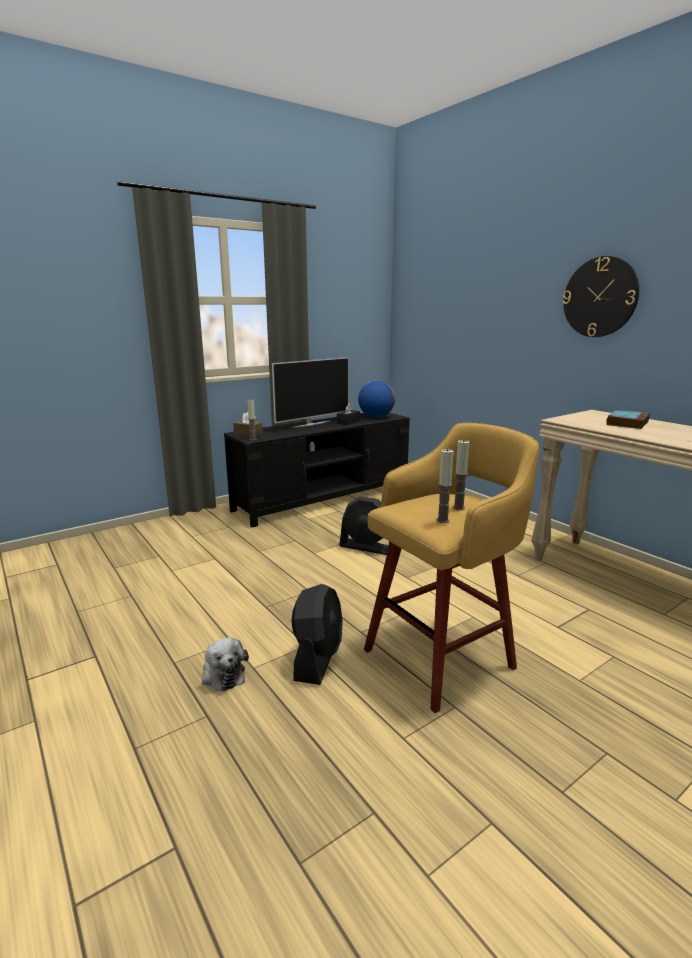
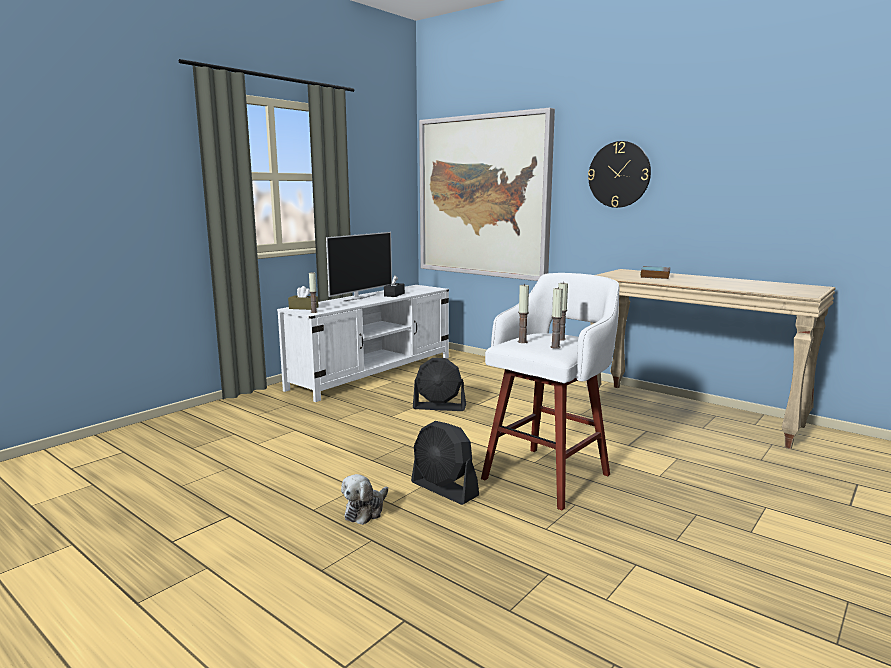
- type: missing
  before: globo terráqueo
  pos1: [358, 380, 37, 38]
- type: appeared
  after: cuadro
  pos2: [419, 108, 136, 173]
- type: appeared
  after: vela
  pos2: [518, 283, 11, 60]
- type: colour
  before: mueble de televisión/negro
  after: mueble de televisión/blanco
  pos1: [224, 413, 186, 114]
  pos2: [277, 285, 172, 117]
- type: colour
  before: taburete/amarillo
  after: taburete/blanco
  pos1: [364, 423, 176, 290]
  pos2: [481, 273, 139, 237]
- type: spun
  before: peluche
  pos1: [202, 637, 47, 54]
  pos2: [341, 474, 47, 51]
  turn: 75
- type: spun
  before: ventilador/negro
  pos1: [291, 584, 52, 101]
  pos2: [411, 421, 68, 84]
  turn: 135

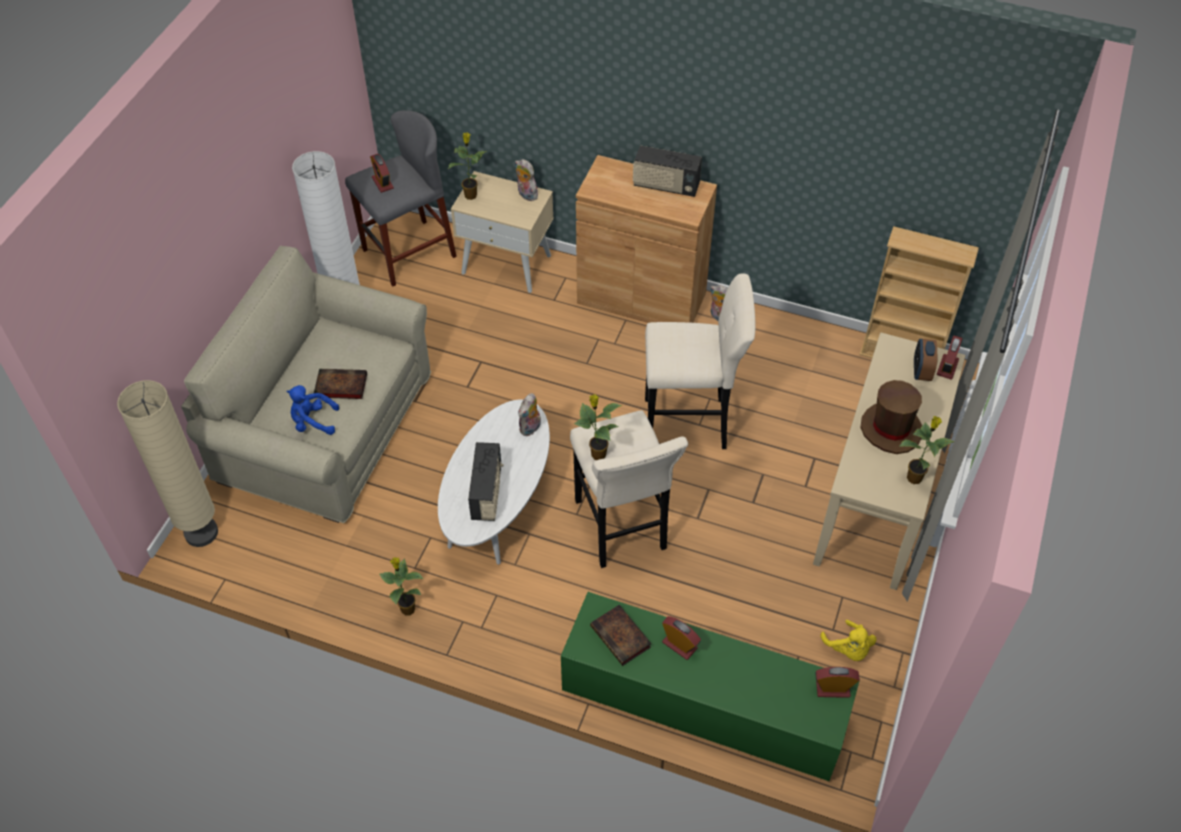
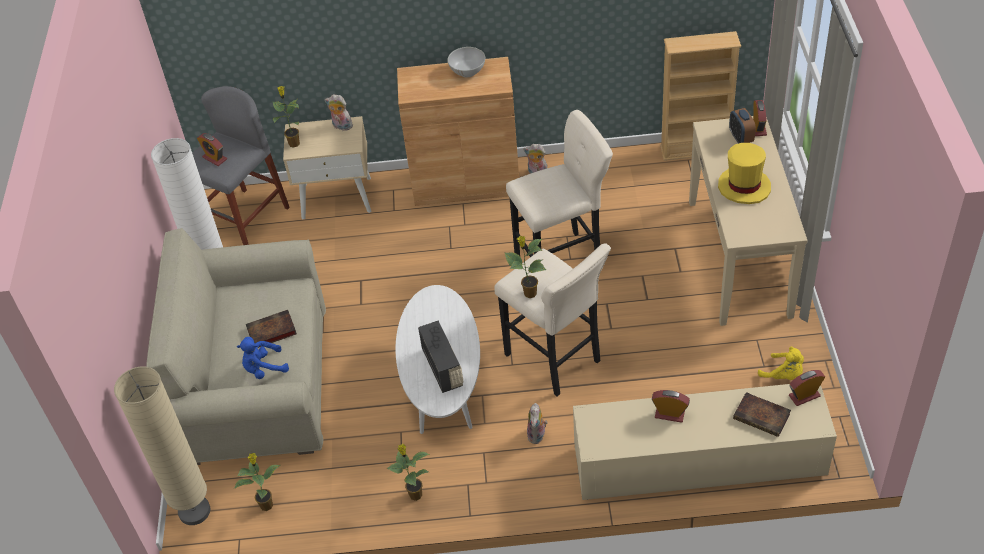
- type: relocated
  before: peluche
  pos1: [518, 393, 23, 43]
  pos2: [527, 403, 21, 41]
- type: relocated
  before: libro
  pos1: [590, 605, 61, 61]
  pos2: [733, 392, 58, 45]
- type: relocated
  before: planta en maceta
  pos1: [900, 416, 54, 68]
  pos2: [234, 453, 46, 58]
- type: exchanged
  before: radio
  after: cuenco/blanco
  pos1: [633, 145, 69, 52]
  pos2: [447, 47, 38, 30]
- type: colour
  before: mueble de televisión/verde
  after: mueble de televisión/beis
  pos1: [561, 592, 299, 189]
  pos2: [573, 384, 264, 116]
- type: colour
  before: sombrero/marrón
  after: sombrero/amarillo
  pos1: [860, 380, 62, 74]
  pos2: [718, 143, 53, 61]

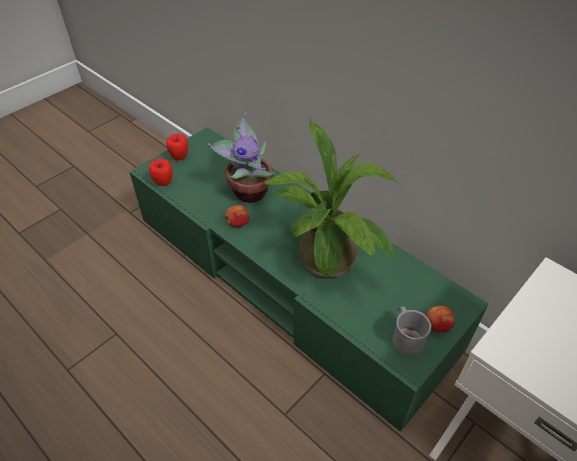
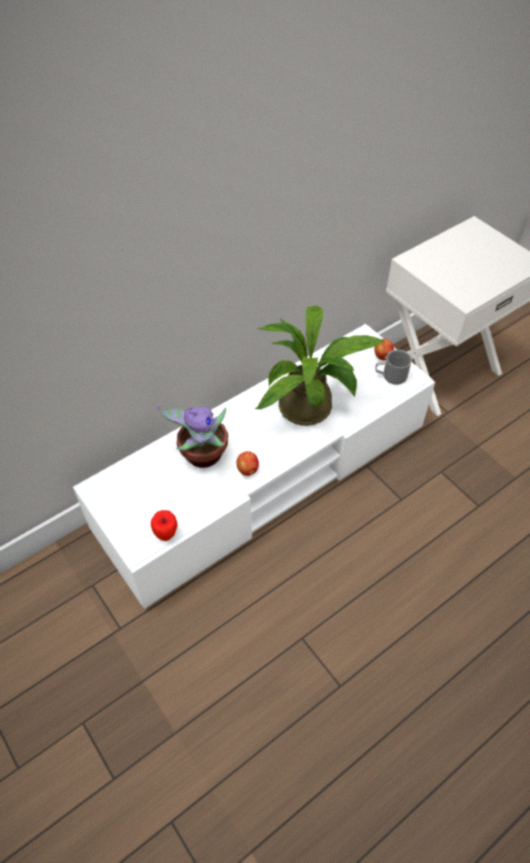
- type: missing
  before: manzana
  pos1: [166, 134, 22, 26]
- type: colour
  before: mueble de televisión/verde
  after: mueble de televisión/blanco
  pos1: [129, 127, 360, 304]
  pos2: [73, 324, 362, 285]

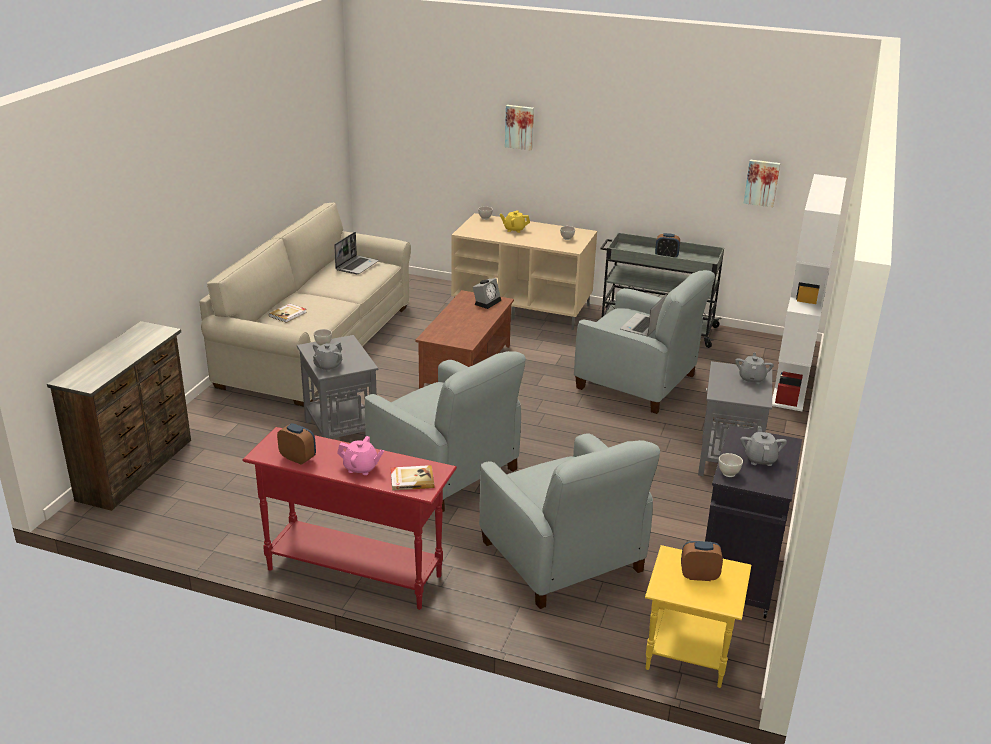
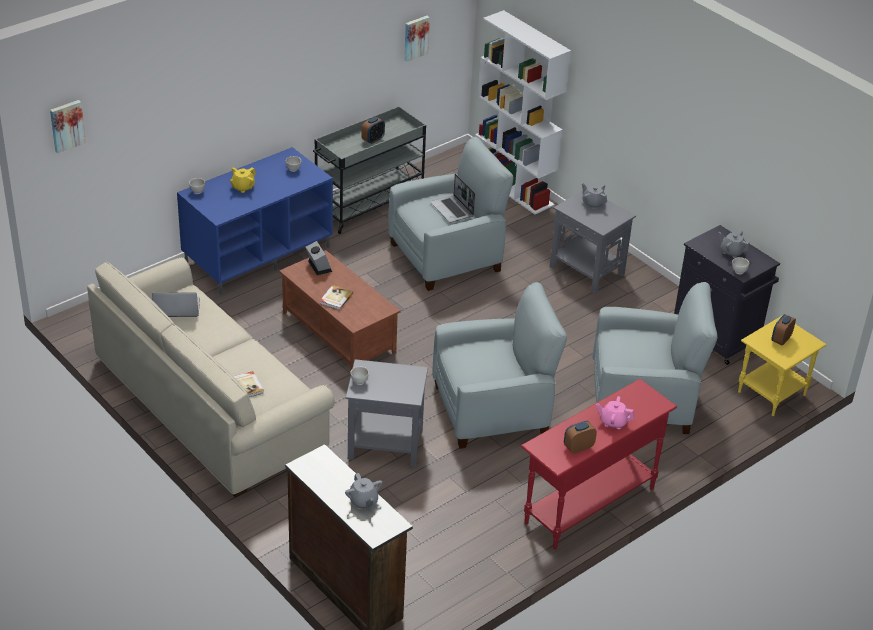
- type: relocated
  before: tetera/gris
  pos1: [313, 341, 29, 31]
  pos2: [345, 473, 37, 36]
- type: relocated
  before: libro
  pos1: [391, 465, 43, 26]
  pos2: [320, 285, 33, 25]
- type: relocated
  before: cuadro
  pos1: [505, 105, 29, 45]
  pos2: [50, 100, 36, 53]
- type: colour
  before: mueble de televisión/beis
  after: mueble de televisión/azul
  pos1: [451, 213, 146, 117]
  pos2: [177, 147, 156, 148]
- type: spun
  before: portátil
  pos1: [334, 232, 45, 42]
  pos2: [152, 293, 48, 24]
  turn: -60
- type: spun
  before: tetera/rosa
  pos1: [337, 436, 47, 39]
  pos2: [596, 396, 38, 33]
  turn: -120

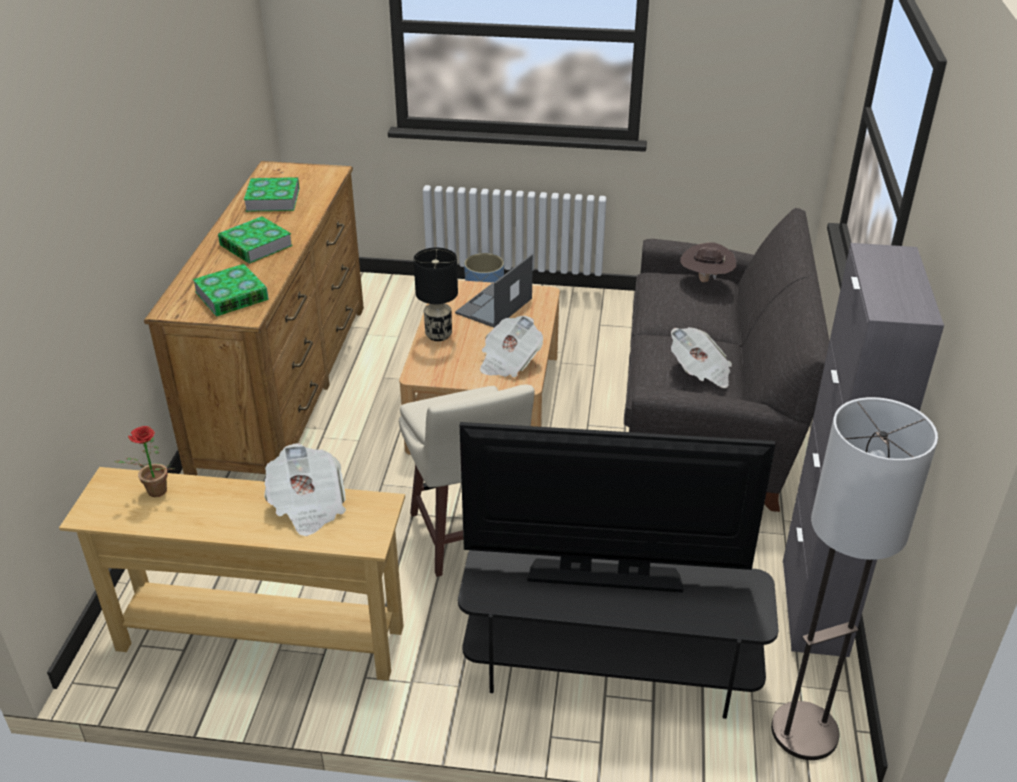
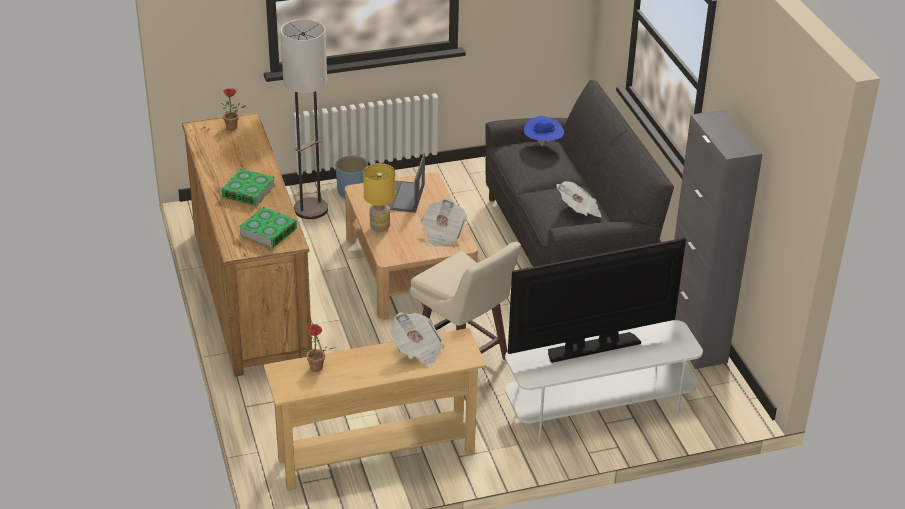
- type: missing
  before: libro
  pos1: [244, 177, 55, 35]
- type: appeared
  after: planta en maceta
  pos2: [221, 88, 25, 42]
- type: relocated
  before: lámpara de pie
  pos1: [771, 397, 167, 363]
  pos2: [280, 19, 48, 200]
- type: colour
  before: lámpara de mesa/negro
  after: lámpara de mesa/amarillo
  pos1: [414, 247, 44, 94]
  pos2: [363, 163, 32, 69]
- type: colour
  before: mueble de televisión/negro
  after: mueble de televisión/blanco
  pos1: [458, 550, 320, 169]
  pos2: [505, 320, 198, 122]
- type: colour
  before: sombrero/marrón
  after: sombrero/azul
  pos1: [680, 243, 56, 39]
  pos2: [524, 116, 40, 30]

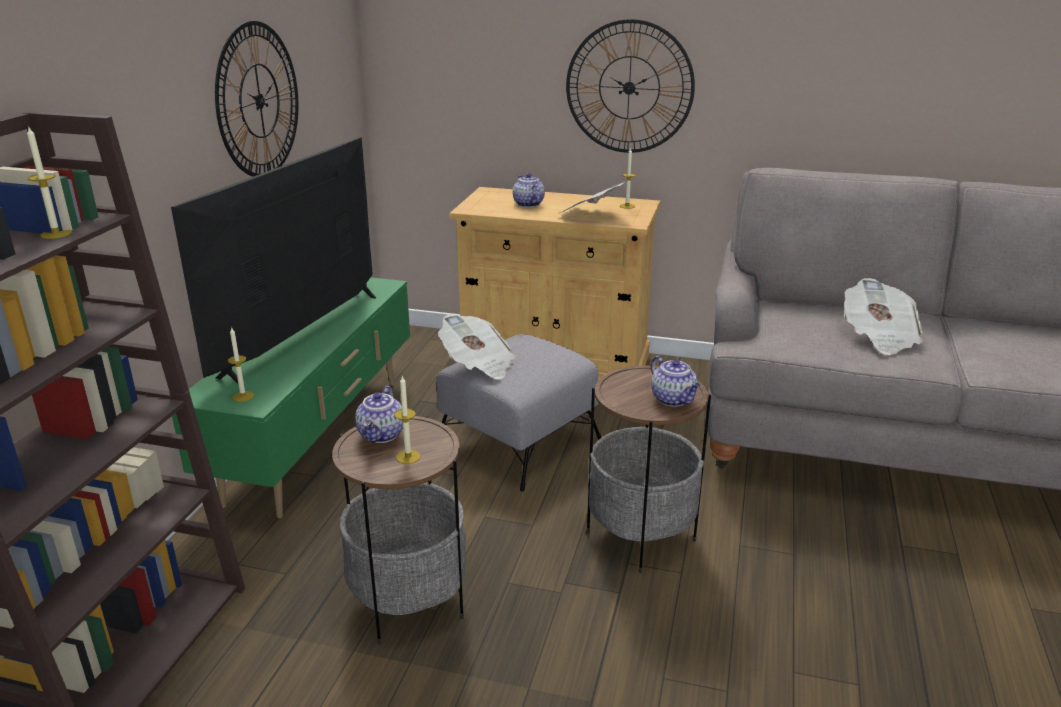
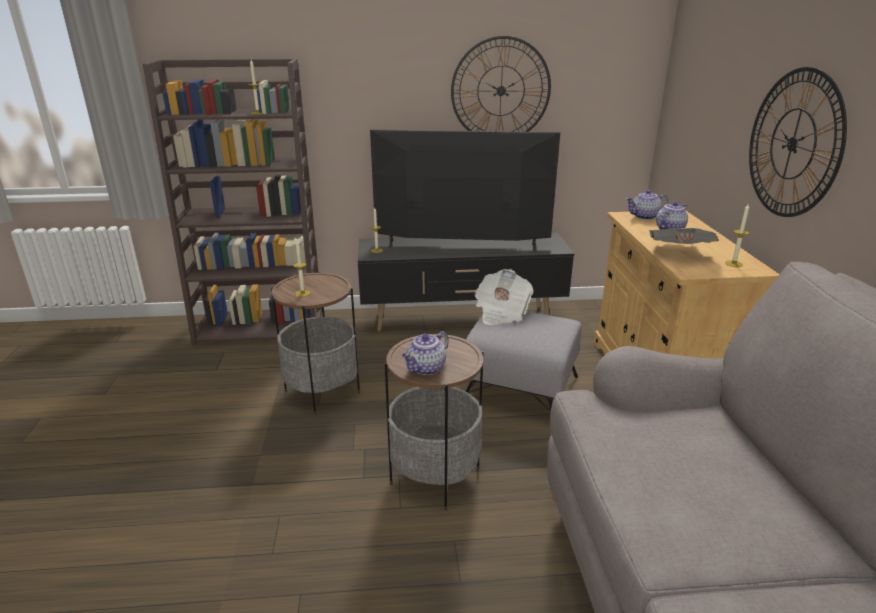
- type: missing
  before: periódico
  pos1: [844, 278, 79, 77]
- type: relocated
  before: tetera
  pos1: [355, 386, 48, 57]
  pos2: [626, 190, 43, 30]
- type: colour
  before: mueble de televisión/verde
  after: mueble de televisión/negro
  pos1: [172, 278, 238, 240]
  pos2: [358, 233, 216, 98]

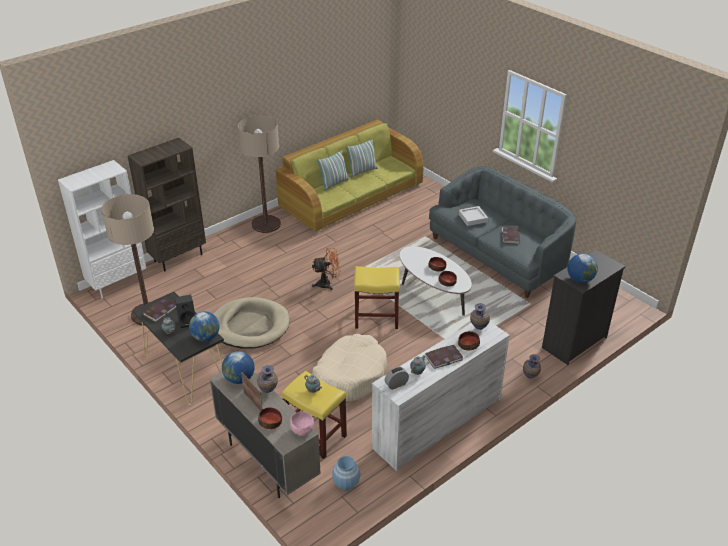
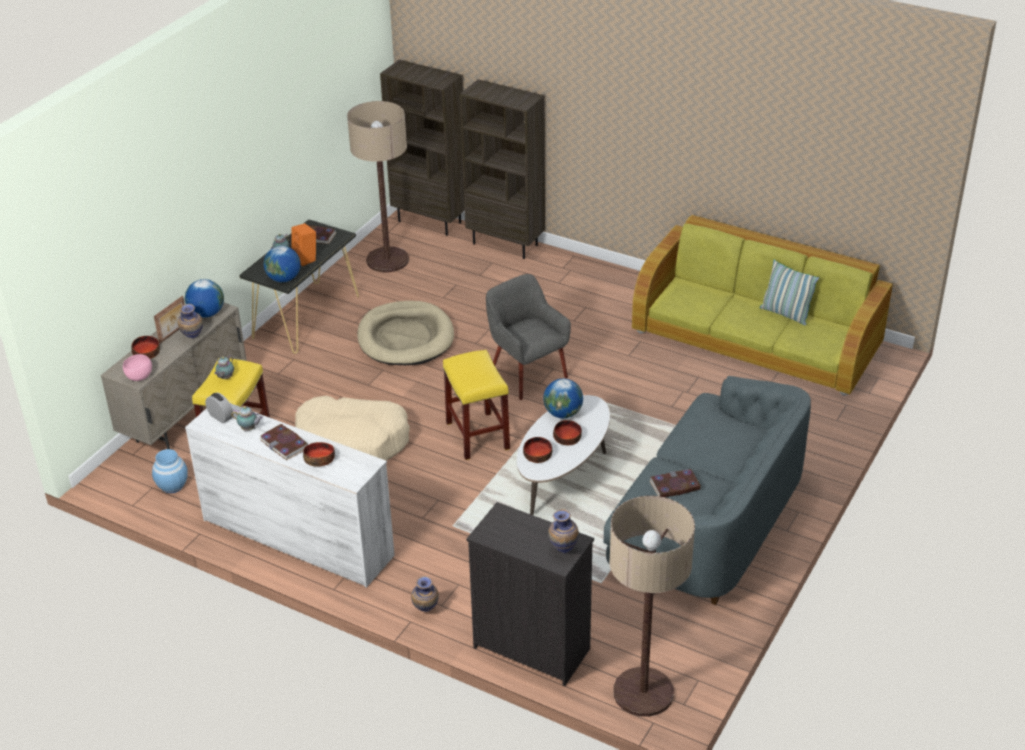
- type: missing
  before: cojín
  pos1: [317, 150, 32, 41]
- type: missing
  before: bandeja/gris
  pos1: [458, 206, 30, 20]
- type: relocated
  before: lámpara de pie
  pos1: [237, 115, 44, 118]
  pos2: [609, 496, 86, 221]
- type: relocated
  before: florero
  pos1: [470, 303, 20, 27]
  pos2: [548, 509, 31, 44]
- type: relocated
  before: globo terráqueo
  pos1: [567, 253, 31, 30]
  pos2: [543, 379, 40, 39]
- type: exchanged
  before: ventilador/naranja
  after: sillón/gris
  pos1: [312, 248, 29, 42]
  pos2: [486, 274, 85, 126]
- type: colour
  before: estantería/blanco
  after: estantería/marrón
  pos1: [58, 160, 88, 139]
  pos2: [380, 60, 85, 176]
- type: colour
  before: altavoz/negro
  after: altavoz/naranja
  pos1: [175, 295, 20, 33]
  pos2: [291, 223, 25, 43]

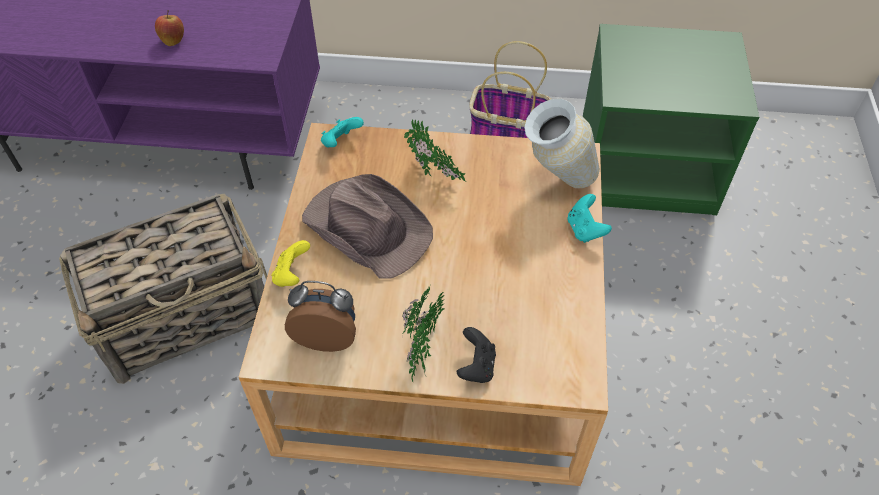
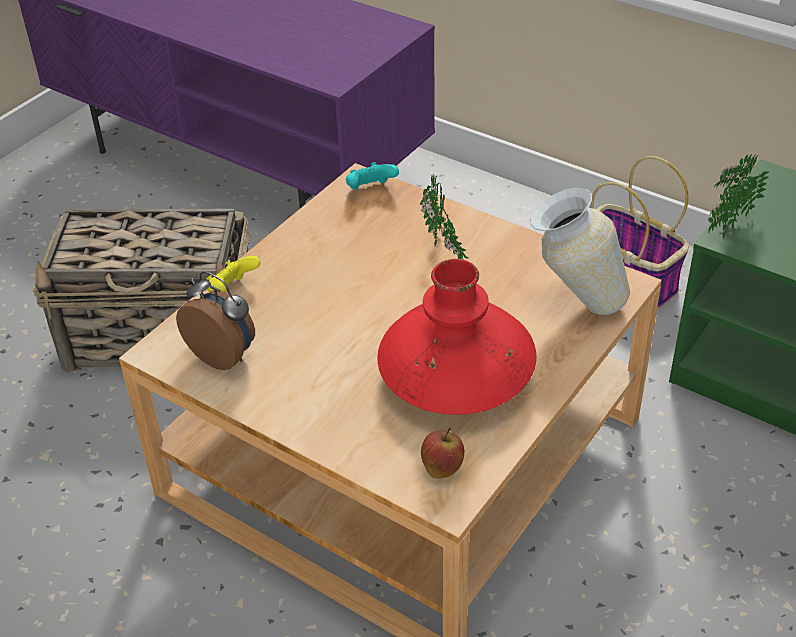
- type: missing
  before: sombrero/marrón
  pos1: [302, 174, 131, 105]
- type: missing
  before: mando de consola/negro
  pos1: [456, 327, 40, 56]
- type: missing
  before: mando de consola/turquesa
  pos1: [568, 194, 44, 49]
- type: appeared
  after: florero/rojo
  pos2: [377, 259, 160, 156]
- type: relocated
  before: manzana
  pos1: [155, 10, 29, 36]
  pos2: [421, 428, 43, 51]
- type: relocated
  before: planta en maceta
  pos1: [402, 286, 43, 96]
  pos2: [708, 154, 61, 86]

